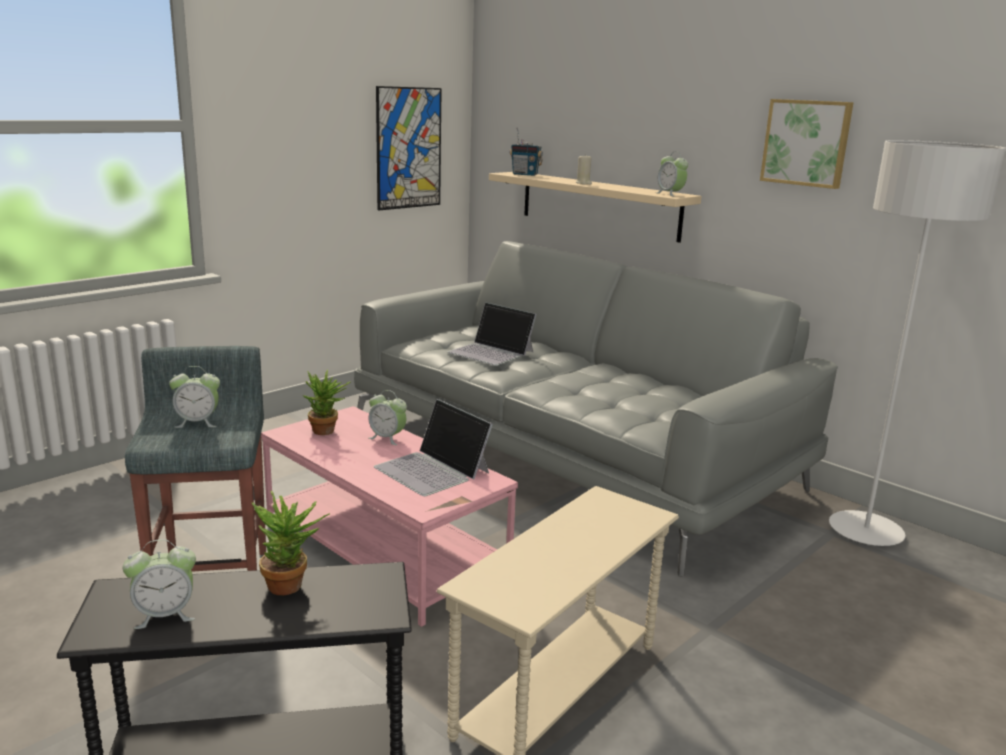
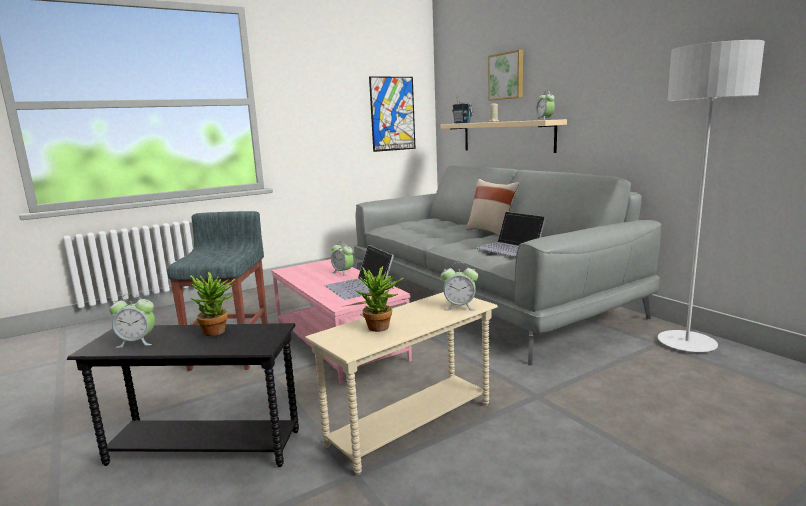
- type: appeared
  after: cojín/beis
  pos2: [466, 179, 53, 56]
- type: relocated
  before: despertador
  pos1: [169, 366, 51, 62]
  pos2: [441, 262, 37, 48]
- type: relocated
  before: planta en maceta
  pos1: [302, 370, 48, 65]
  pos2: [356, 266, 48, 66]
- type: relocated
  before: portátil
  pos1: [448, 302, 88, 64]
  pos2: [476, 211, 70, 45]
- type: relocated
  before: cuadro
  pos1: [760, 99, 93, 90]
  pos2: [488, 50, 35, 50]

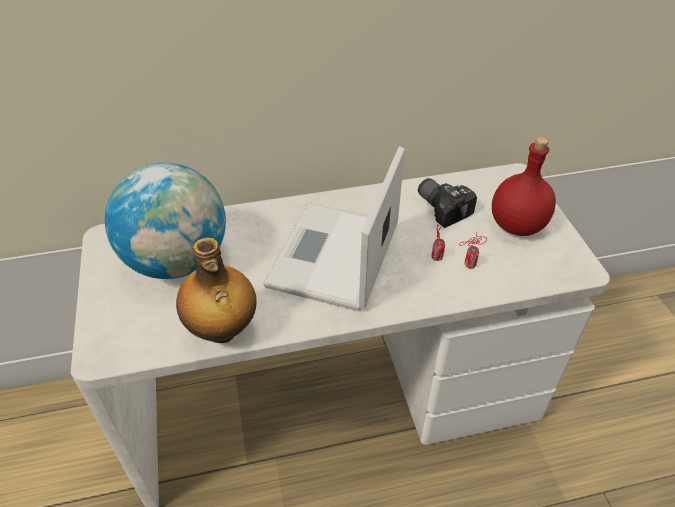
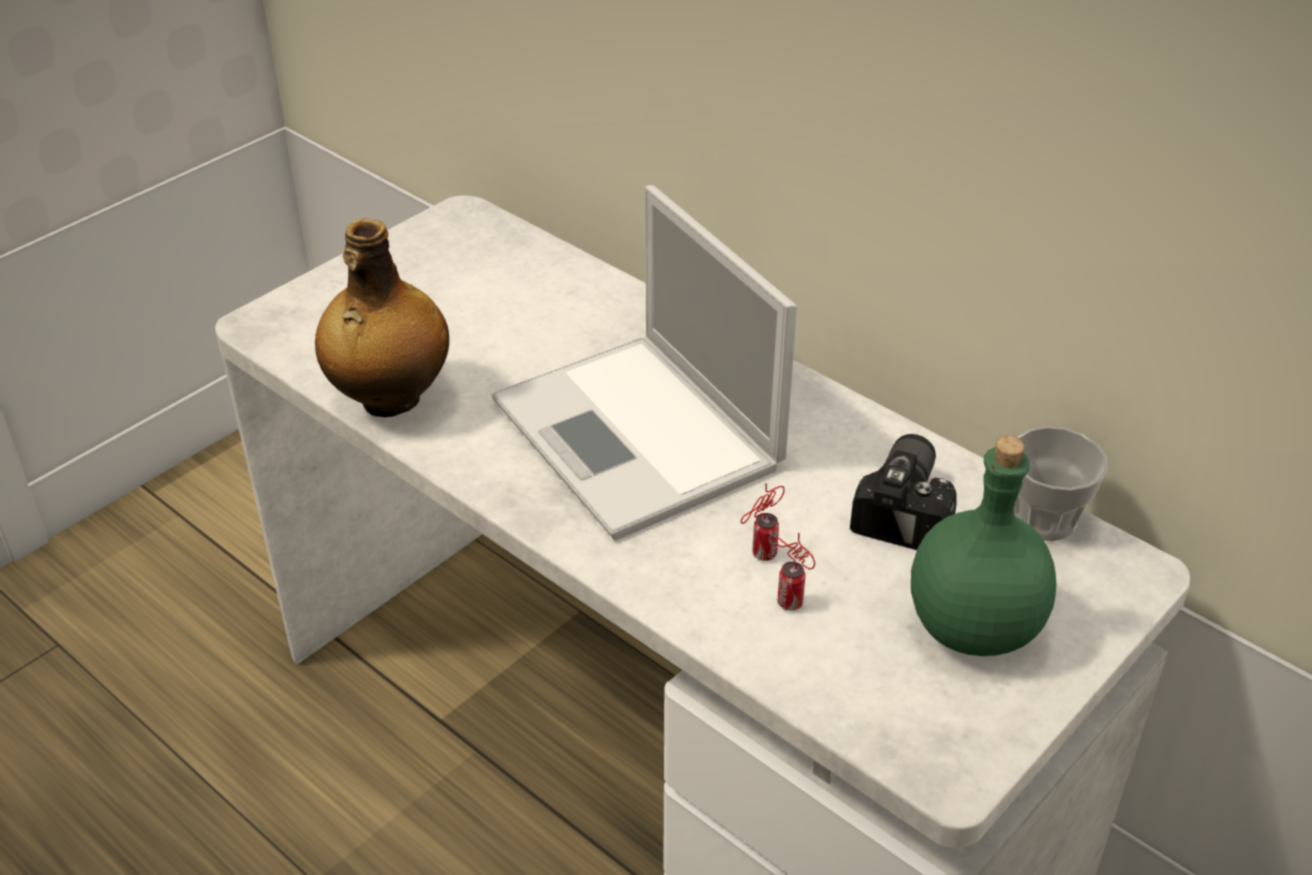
- type: missing
  before: globo terráqueo
  pos1: [105, 162, 121, 117]
- type: appeared
  after: taza
  pos2: [1014, 426, 94, 115]
- type: colour
  before: botella/rojo
  after: botella/verde
  pos1: [492, 137, 64, 99]
  pos2: [911, 436, 145, 220]
- type: spun
  before: portátil
  pos1: [263, 146, 142, 165]
  pos2: [492, 185, 305, 355]
  turn: -105

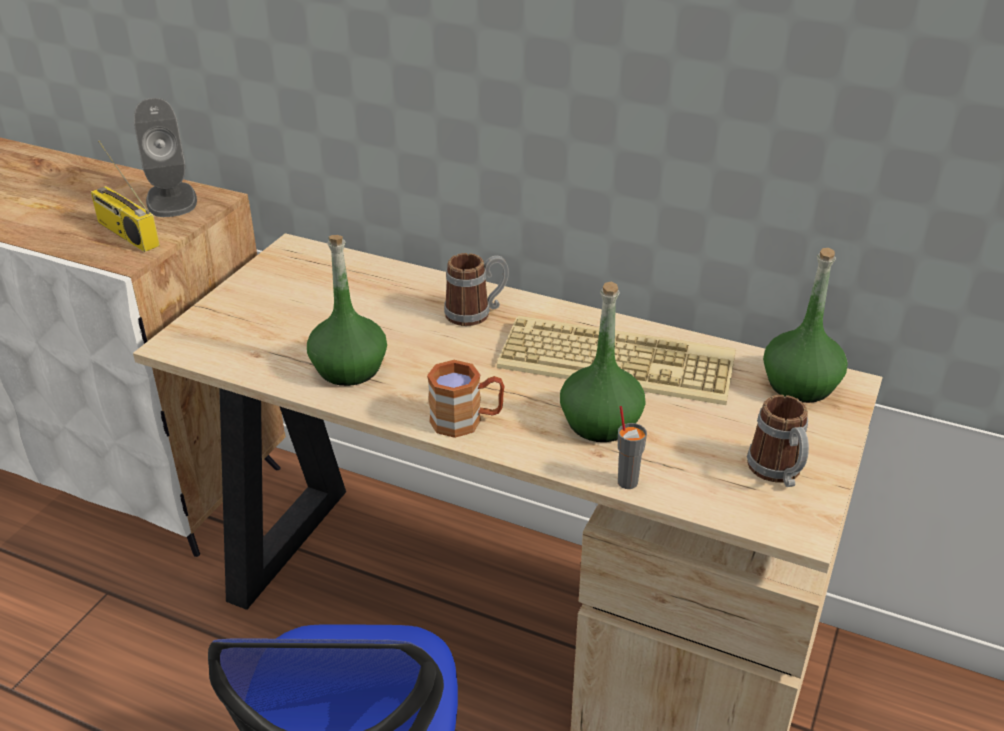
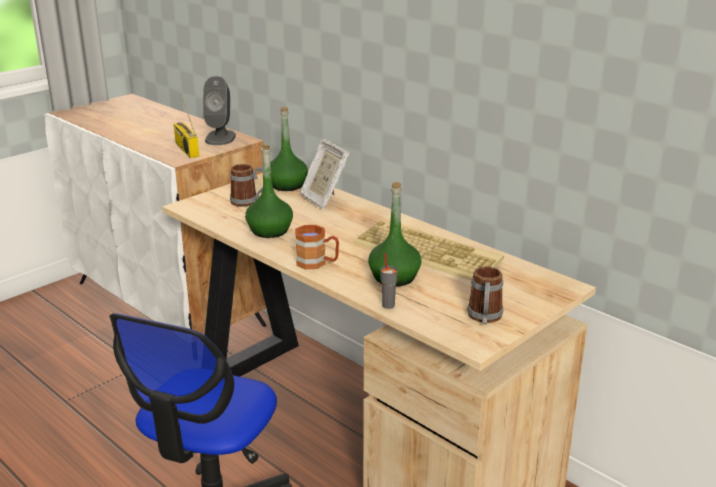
- type: appeared
  after: portarretratos
  pos2: [300, 139, 50, 70]
- type: relocated
  before: taza grande
  pos1: [444, 253, 65, 73]
  pos2: [230, 164, 33, 43]
- type: relocated
  before: botella/verde
  pos1: [763, 248, 85, 155]
  pos2: [270, 107, 38, 84]

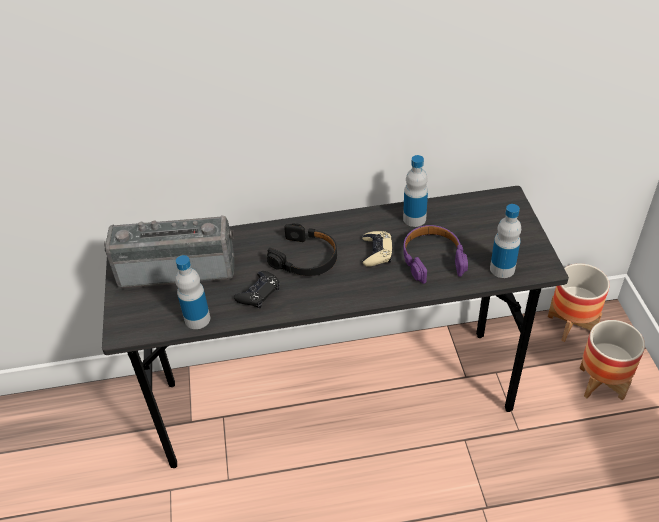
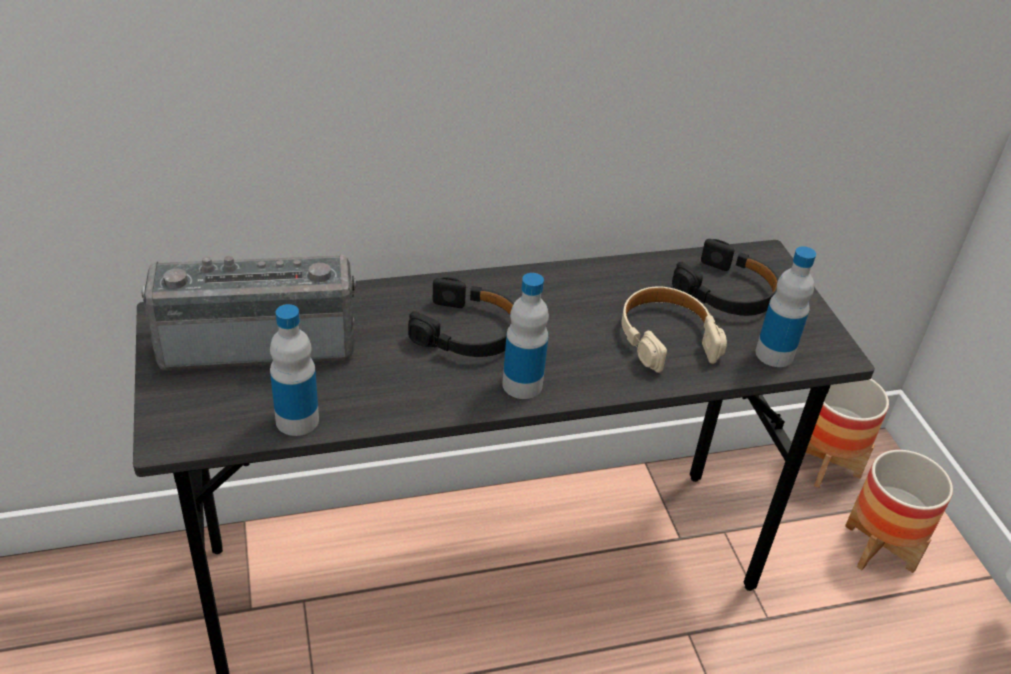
- type: missing
  before: mando de consola/negro
  pos1: [234, 271, 46, 38]
- type: missing
  before: mando de consola/beis
  pos1: [362, 231, 31, 36]
- type: appeared
  after: auriculares/negro
  pos2: [672, 239, 107, 77]
- type: relocated
  before: botella
  pos1: [403, 155, 25, 72]
  pos2: [502, 273, 47, 126]
- type: colour
  before: auriculares/morado
  after: auriculares/beis
  pos1: [403, 225, 65, 59]
  pos2: [621, 287, 106, 86]

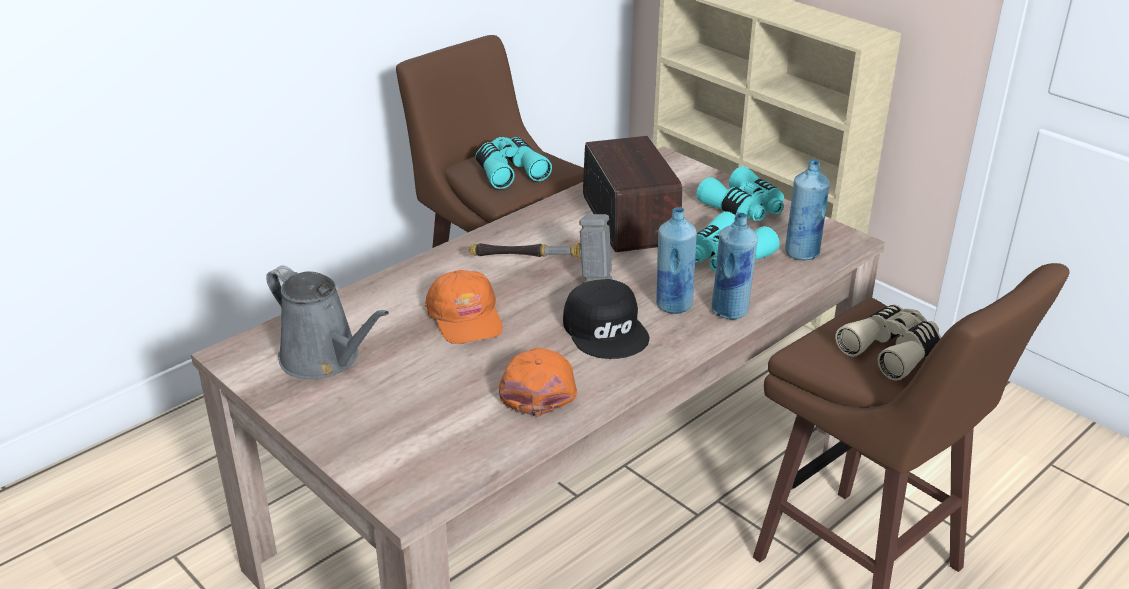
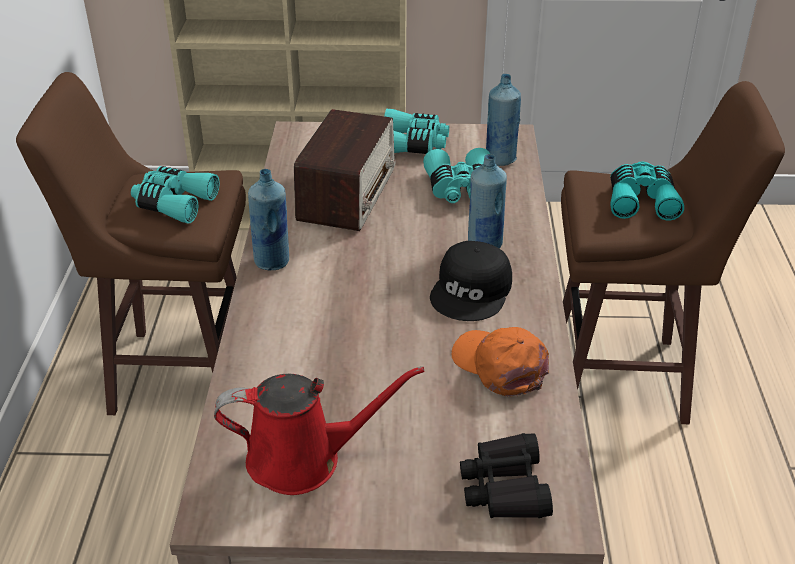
- type: missing
  before: gorra/naranja
  pos1: [425, 270, 78, 74]
- type: missing
  before: martillo
  pos1: [469, 214, 143, 69]
- type: appeared
  after: prismáticos/negro
  pos2: [460, 433, 93, 85]
- type: relocated
  before: botella/azul
  pos1: [711, 212, 47, 108]
  pos2: [248, 169, 41, 102]
- type: colour
  before: regadera/gris
  after: regadera/rojo
  pos1: [266, 266, 123, 113]
  pos2: [214, 366, 210, 129]
- type: colour
  before: prismáticos/beis
  after: prismáticos/turquesa
  pos1: [835, 304, 106, 77]
  pos2: [610, 161, 74, 60]
- type: spun
  before: gorra/negro
  pos1: [563, 279, 86, 80]
  pos2: [430, 241, 82, 80]
  turn: 90
- type: spun
  before: radio
  pos1: [583, 136, 99, 116]
  pos2: [294, 109, 101, 122]
  turn: 75

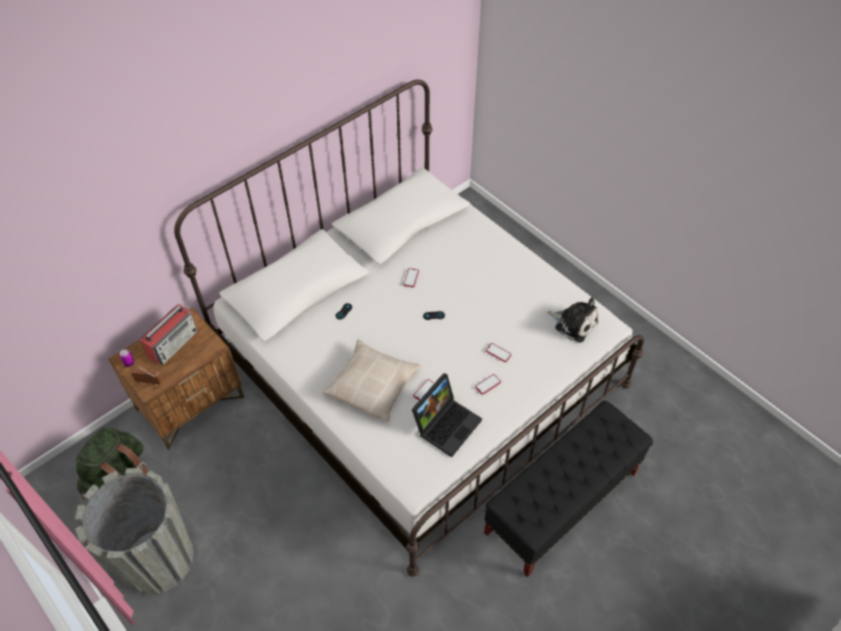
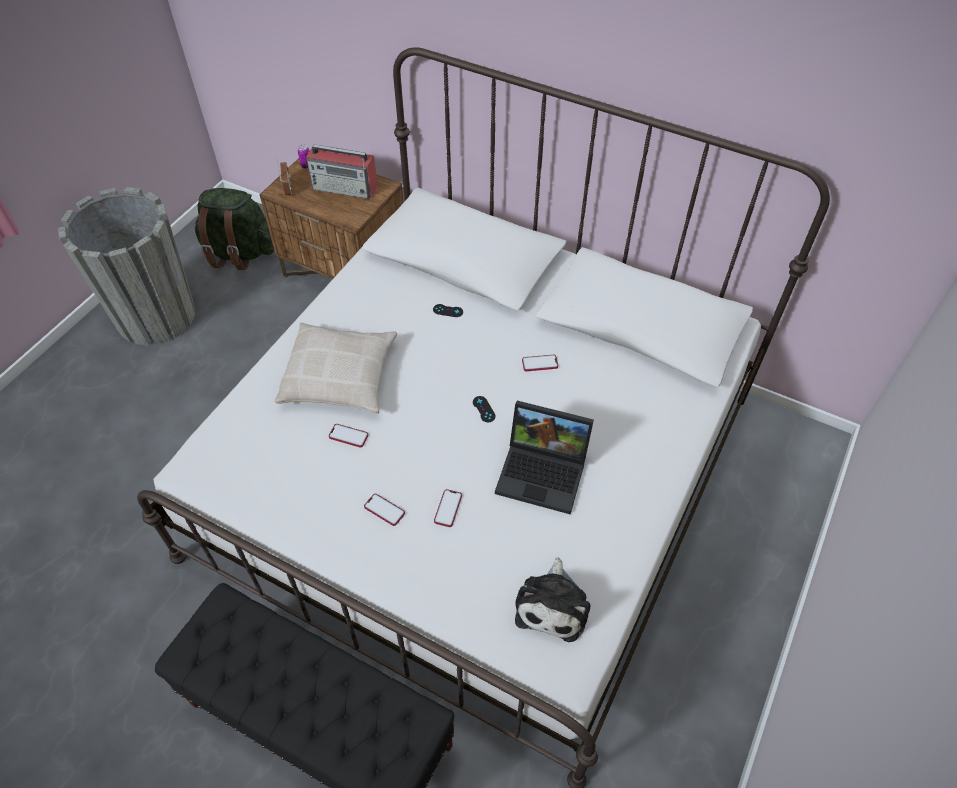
- type: relocated
  before: portátil
  pos1: [412, 373, 70, 84]
  pos2: [495, 401, 99, 114]

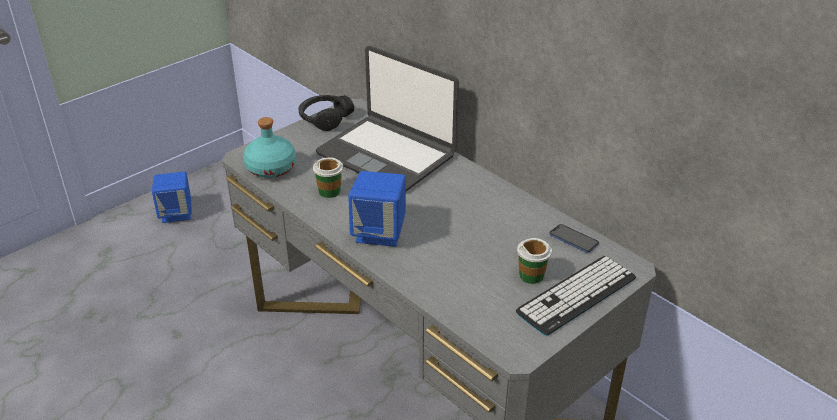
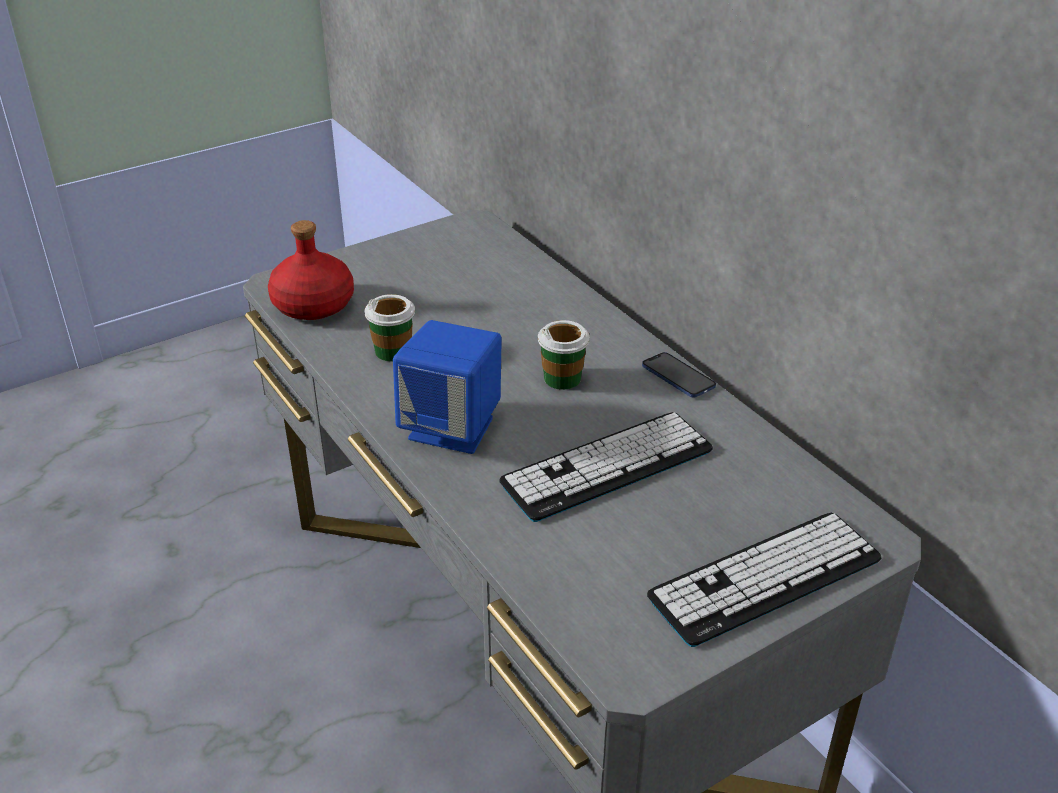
- type: missing
  before: altavoz/azul
  pos1: [152, 172, 40, 51]
- type: missing
  before: auriculares/negro
  pos1: [298, 95, 56, 36]
- type: missing
  before: portátil
  pos1: [316, 46, 143, 145]
- type: appeared
  after: teclado
  pos2: [499, 412, 214, 110]
- type: relocated
  before: taza
  pos1: [517, 238, 35, 46]
  pos2: [538, 320, 52, 70]
- type: relocated
  before: móvil
  pos1: [549, 224, 50, 29]
  pos2: [642, 352, 74, 45]
- type: colour
  before: botella/turquesa
  after: botella/rojo
  pos1: [243, 117, 53, 61]
  pos2: [268, 220, 86, 100]

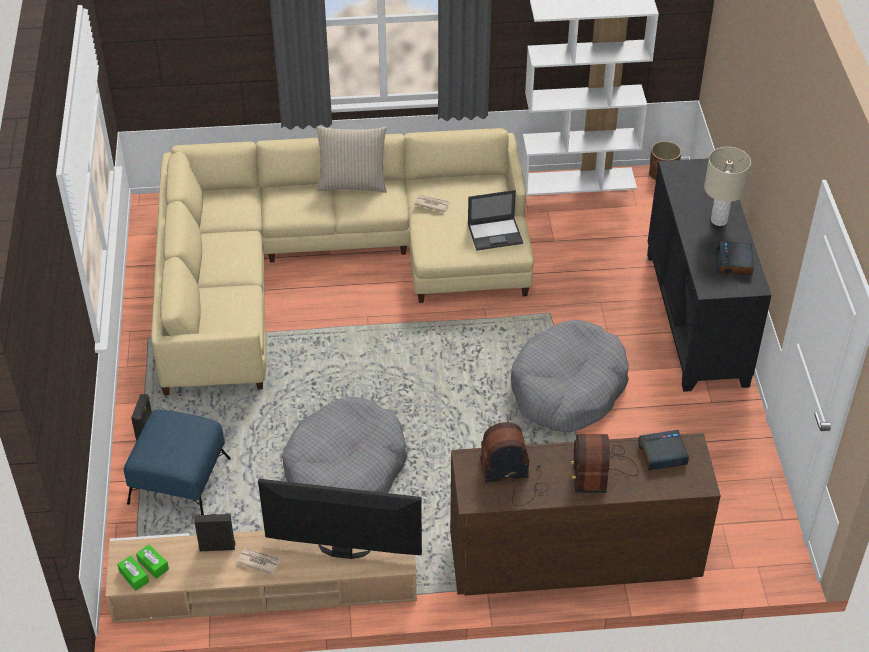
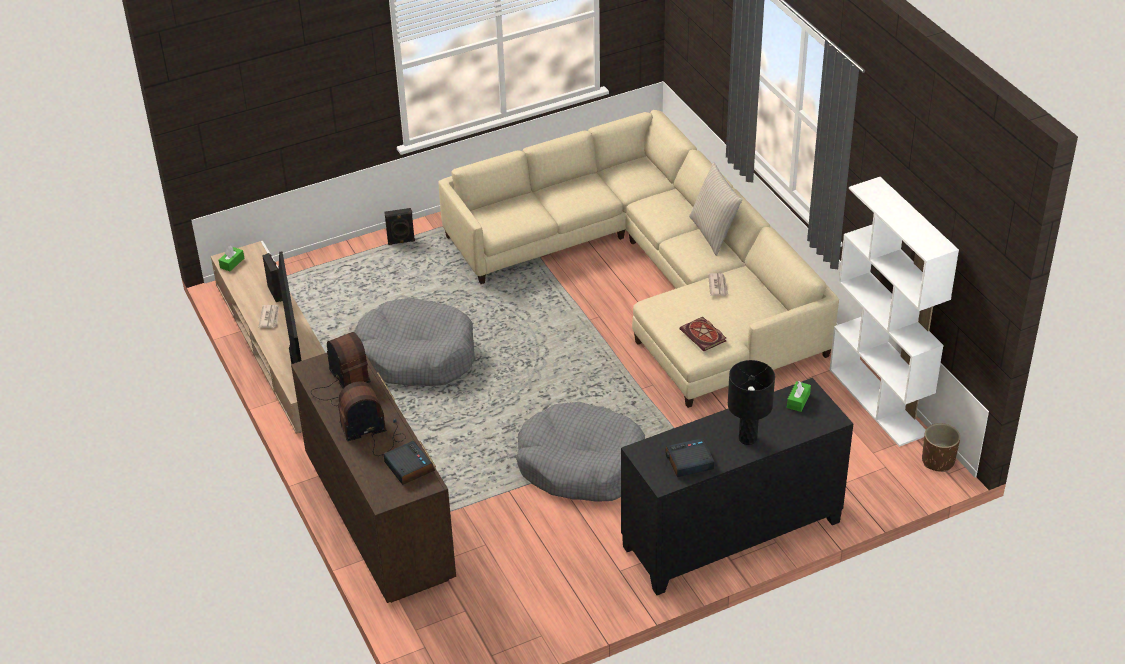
- type: missing
  before: puf/azul
  pos1: [124, 410, 107, 105]
- type: relocated
  before: caja de pañuelos/verde
  pos1: [136, 544, 33, 35]
  pos2: [787, 381, 24, 31]
- type: exchanged
  before: portátil
  after: libro
  pos1: [468, 190, 55, 61]
  pos2: [680, 317, 46, 34]
- type: colour
  before: lámpara de mesa/beis
  after: lámpara de mesa/negro
  pos1: [704, 147, 47, 79]
  pos2: [728, 360, 47, 85]

